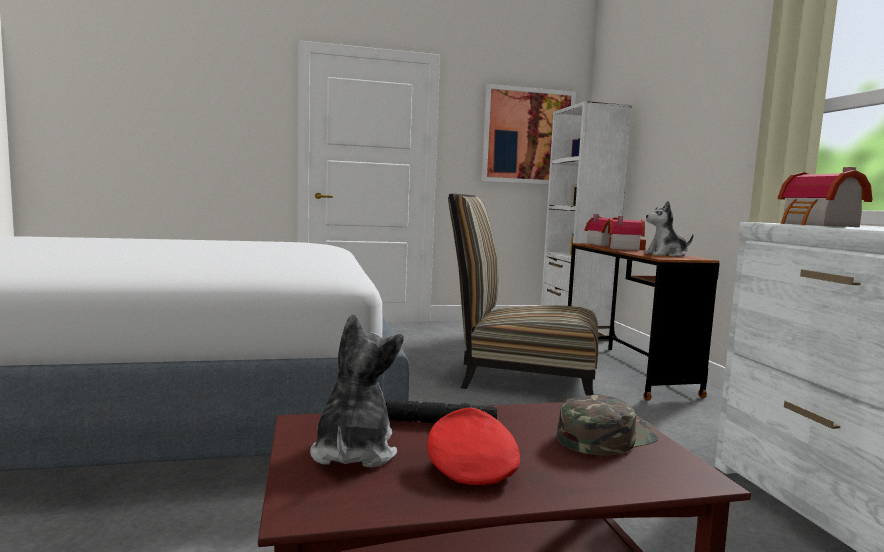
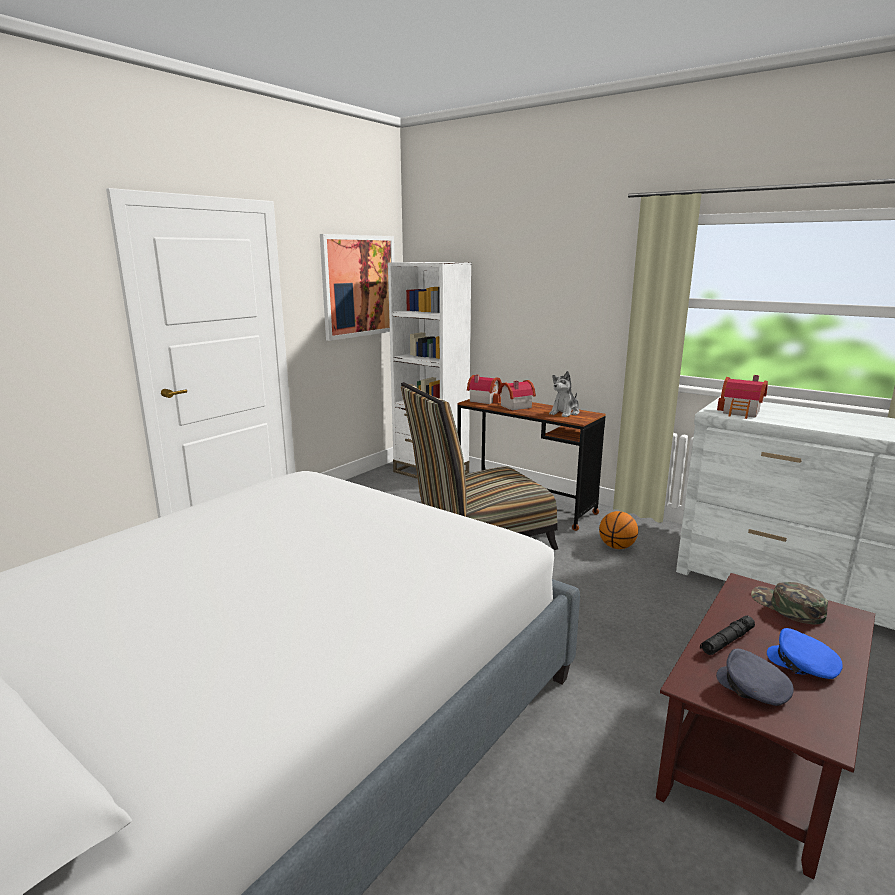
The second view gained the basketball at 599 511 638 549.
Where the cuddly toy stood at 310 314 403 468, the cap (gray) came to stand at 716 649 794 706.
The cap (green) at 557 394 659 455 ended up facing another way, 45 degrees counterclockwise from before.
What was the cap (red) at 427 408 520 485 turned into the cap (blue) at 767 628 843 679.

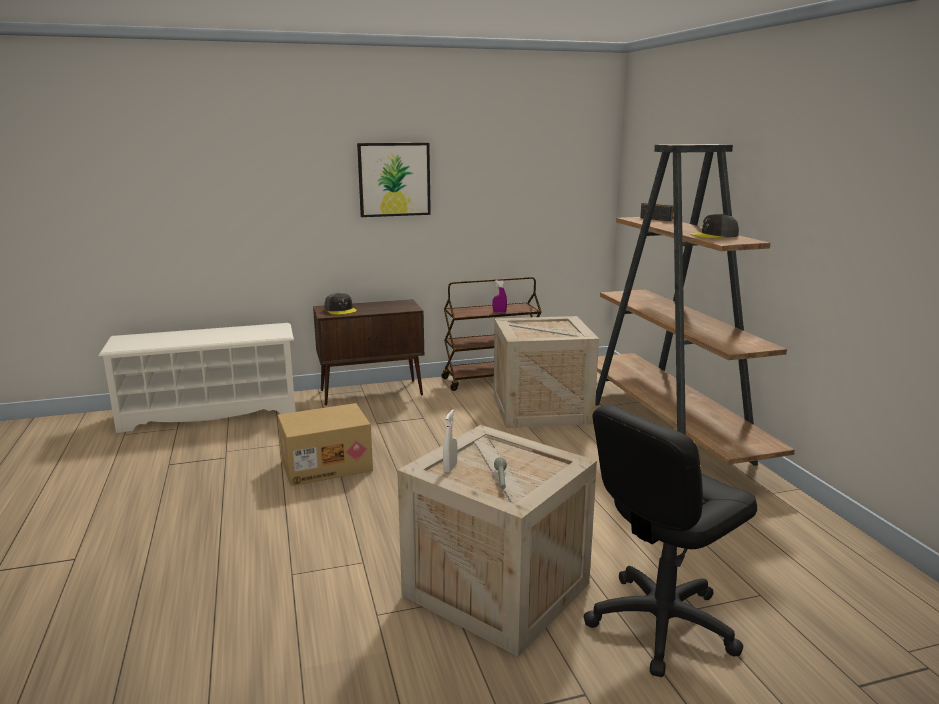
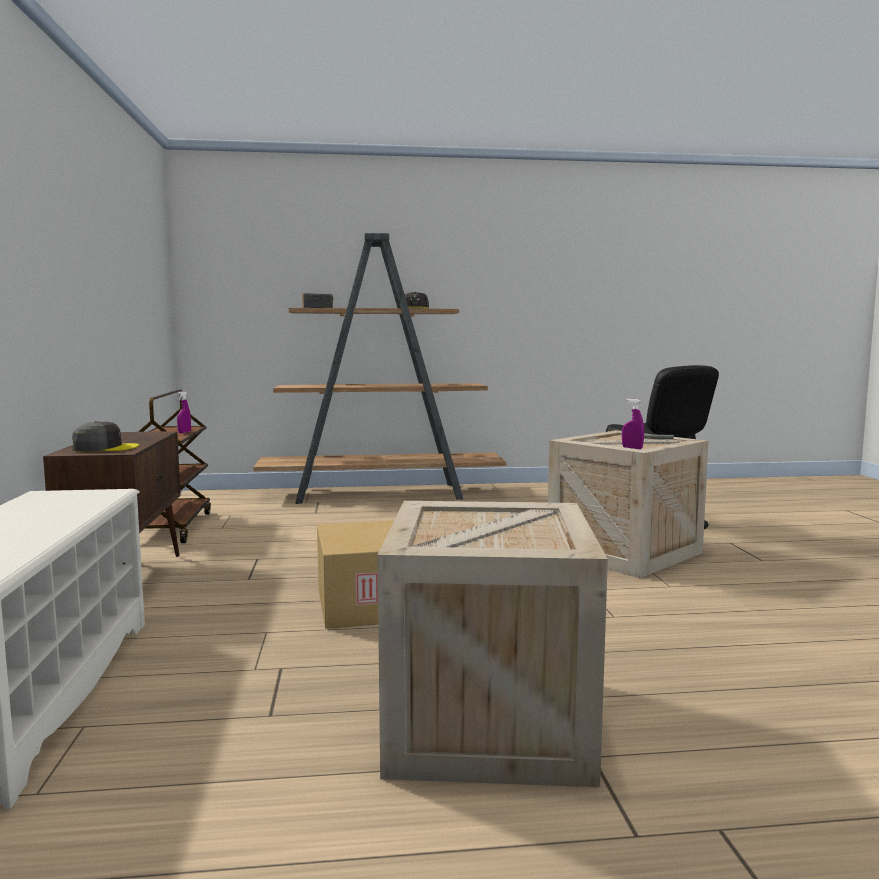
The crate ended up elsewhere, having gone from 494 316 599 428 to 377 501 608 787.
What was the sprayer (white) at 443 409 457 473 turned into the sprayer (purplish) at 622 398 644 449.
The second view lost the wall picture at 357 143 431 217.

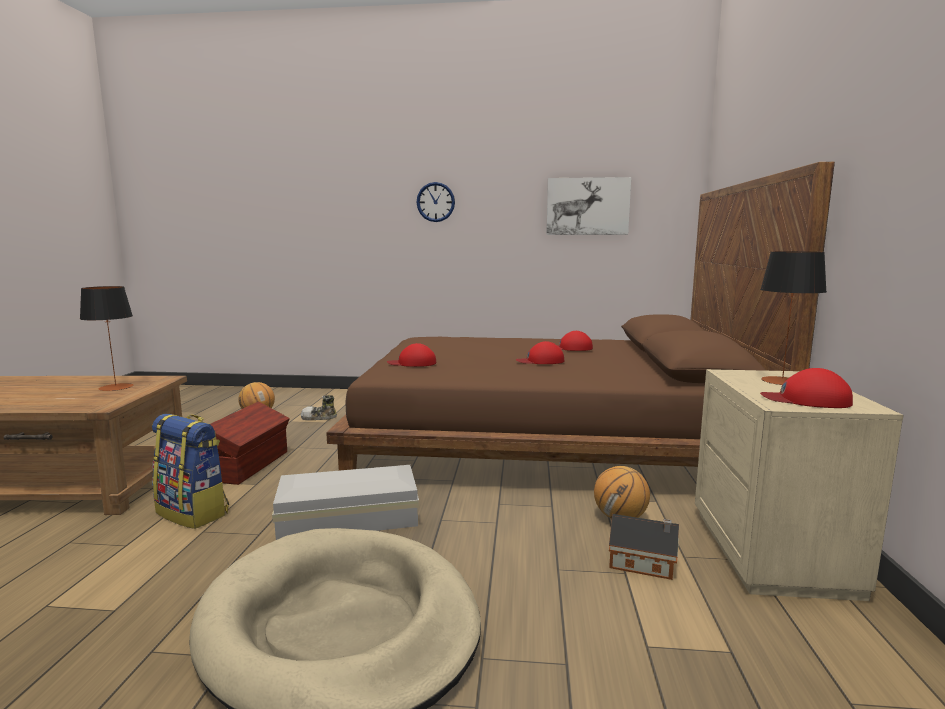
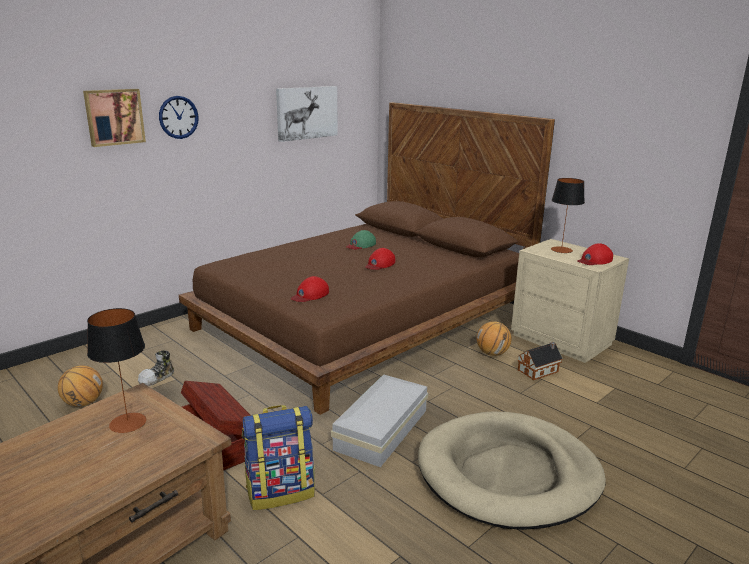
The second view gained the wall picture at 83 89 146 147.
What was the cap (red) at 558 331 593 351 turned into the cap (green) at 346 230 376 249.

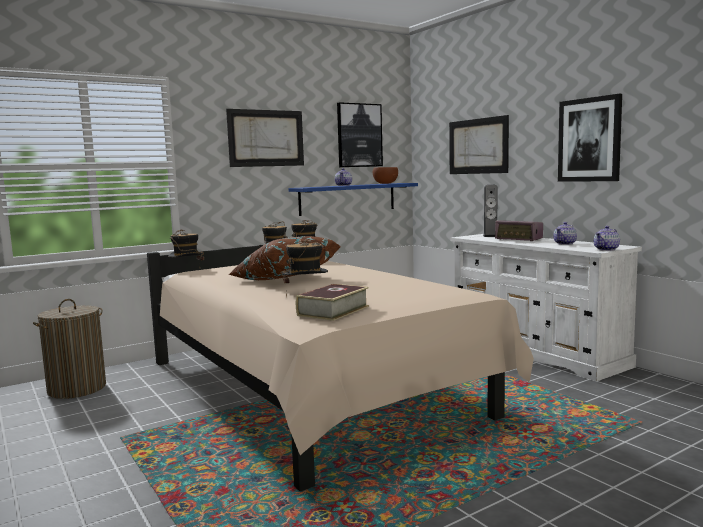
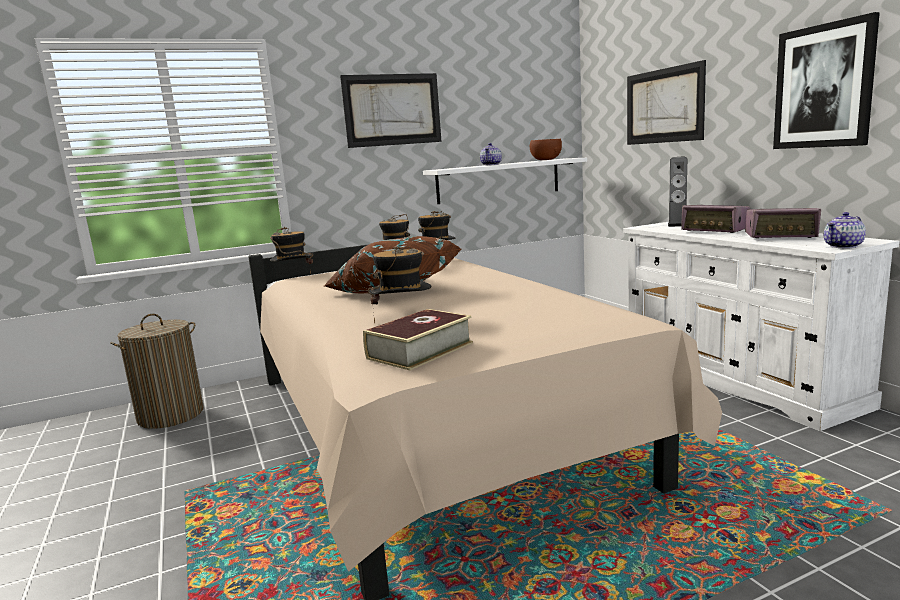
What was the shelf (blue) at 288 183 418 216 turned into the shelf (white) at 423 158 587 204.
Where the tea pot stood at 553 222 577 245, the radio set came to stand at 745 208 821 238.
The second view lost the wall picture at 337 102 383 167.

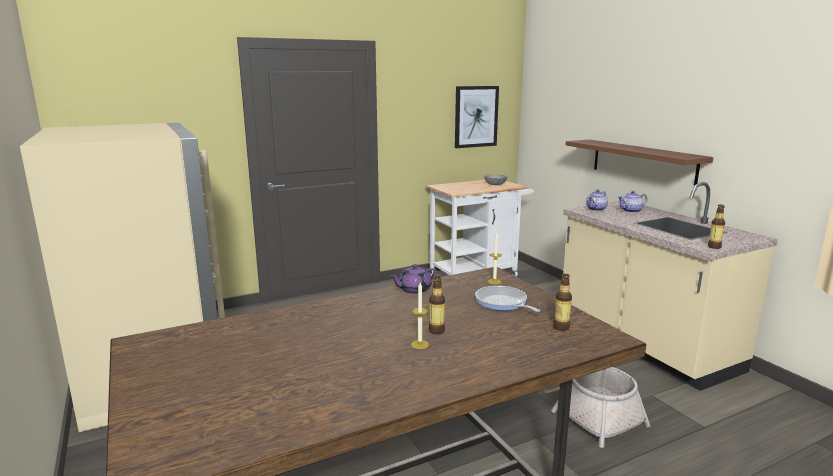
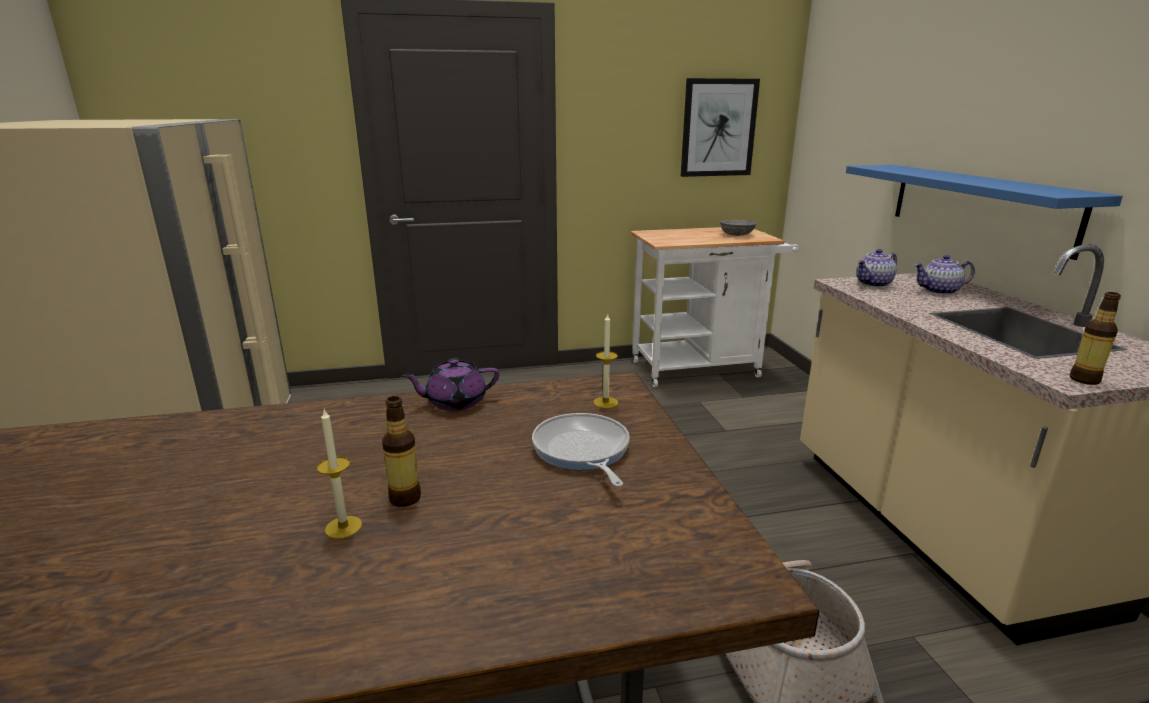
What was the shelf (brown-coloured) at 566 139 713 190 turned into the shelf (blue) at 846 165 1123 260.
The second view lost the drink bottle at 553 274 572 331.

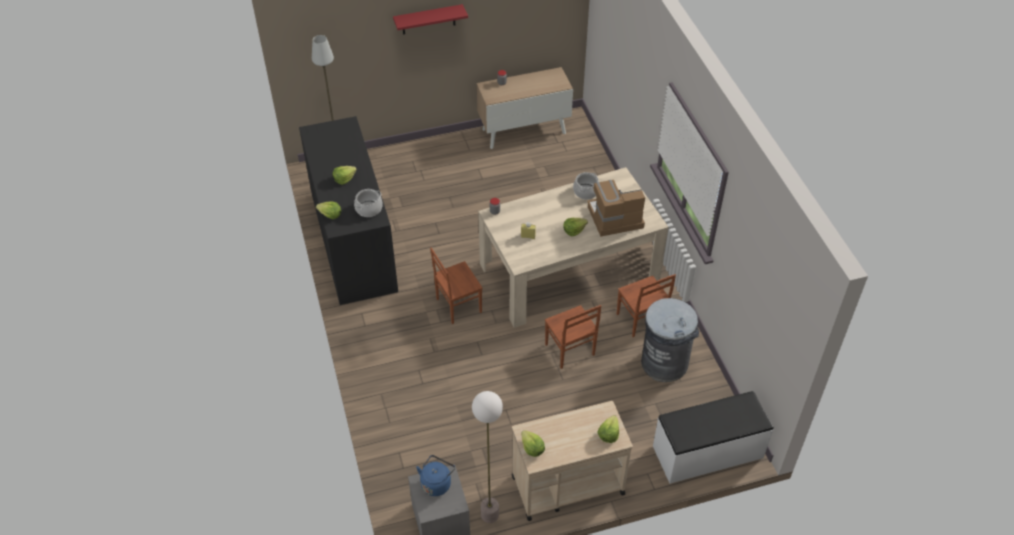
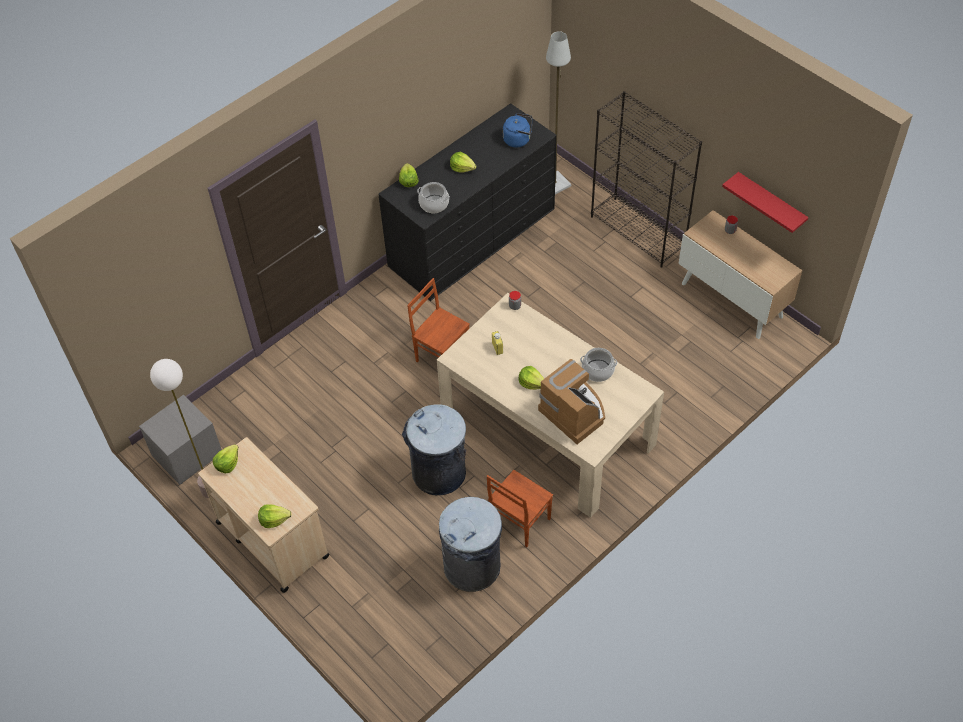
Where the plain chair (brown-coloured) stood at 545 305 601 369, the waste bin (gray) came to stand at 402 404 466 495.
The water kettle (blue) ended up elsewhere, having gone from 416 455 455 496 to 503 113 532 147.
The second view gained the bookcase (blackish) at 591 91 702 268.
The shelf (red) ended up elsewhere, having gone from 393 4 468 35 to 722 172 808 233.
The second view lost the bench (white) at 653 391 773 484.

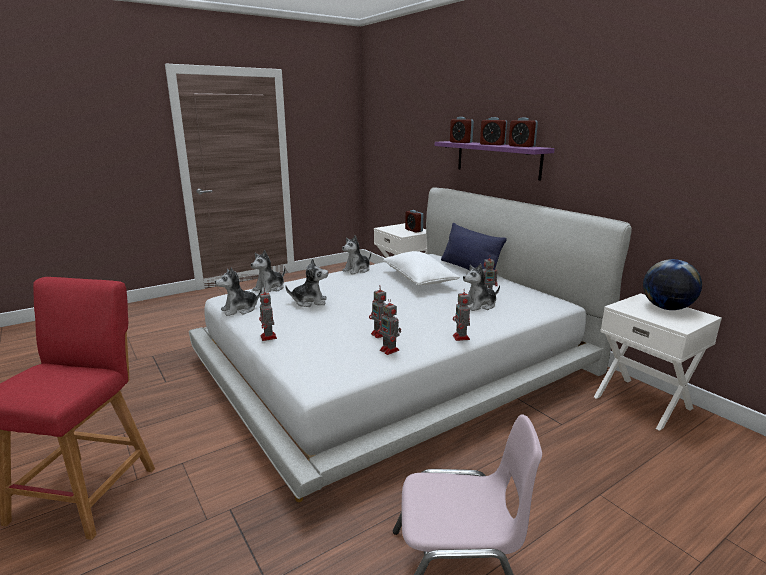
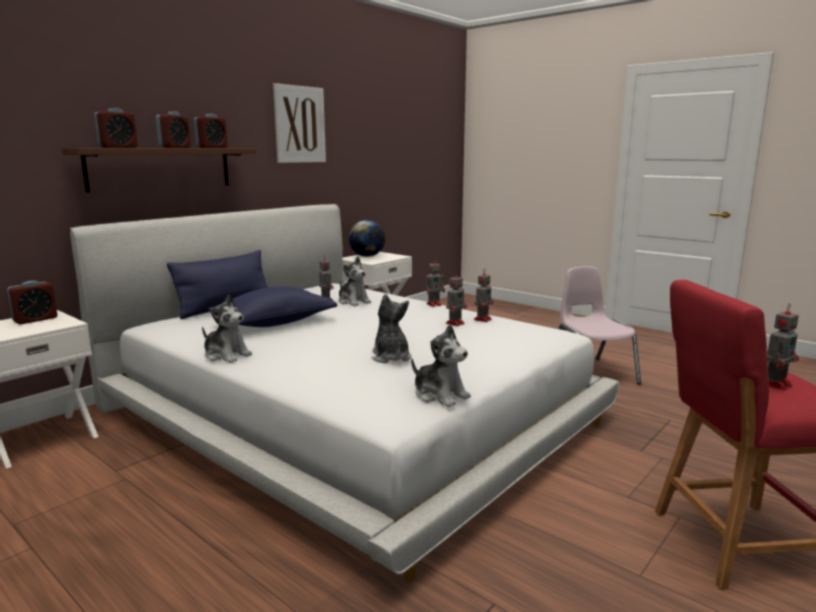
What was the shelf (purplish) at 435 141 555 180 turned into the shelf (brown-coloured) at 62 148 257 193.
What was the cushion (white) at 383 251 460 285 turned into the cushion (blue) at 208 286 337 327.
The second view gained the wall picture at 273 83 326 163.
The toy robot ended up elsewhere, having gone from 259 288 277 341 to 767 303 799 390.
The second view lost the cuddly toy at 251 250 285 293.

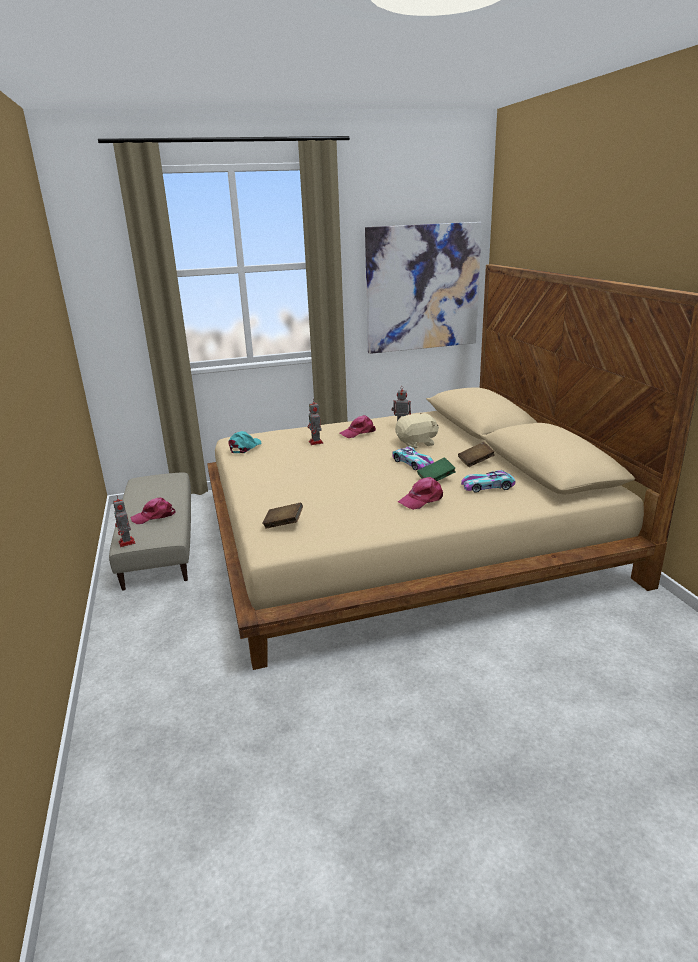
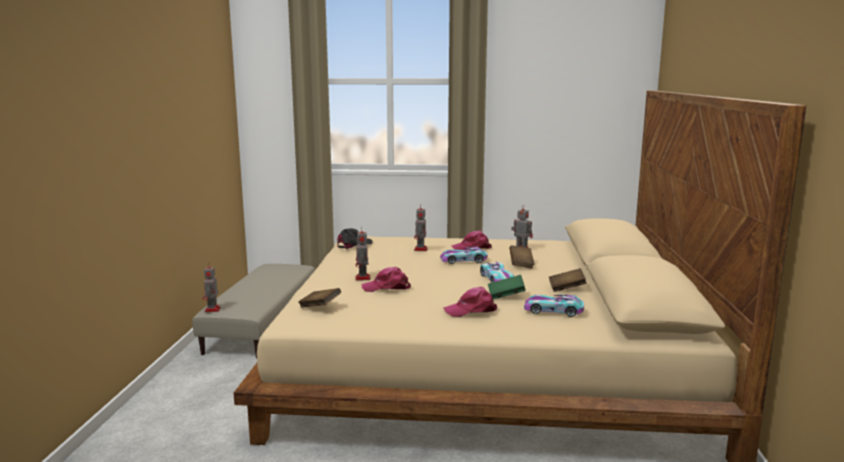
What was the cap (turquoise) at 228 431 262 453 turned into the cap (blackish) at 337 228 373 249.
The second view gained the toy robot at 355 231 370 281.
The cap (pinkish) ended up elsewhere, having gone from 131 498 176 524 to 362 267 411 292.
The second view gained the toy car at 440 247 487 264.
Where the cuddly toy (beige-coloured) stood at 395 413 439 449, the volume (brown-coloured) came to stand at 509 245 535 269.
The second view lost the wall picture at 365 222 482 354.

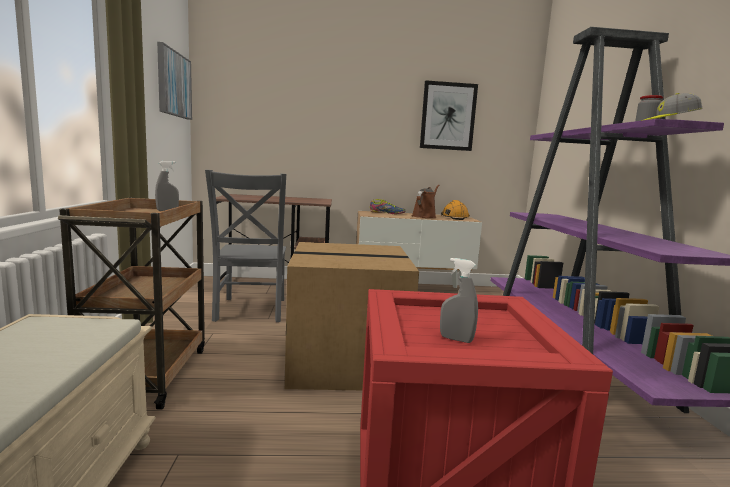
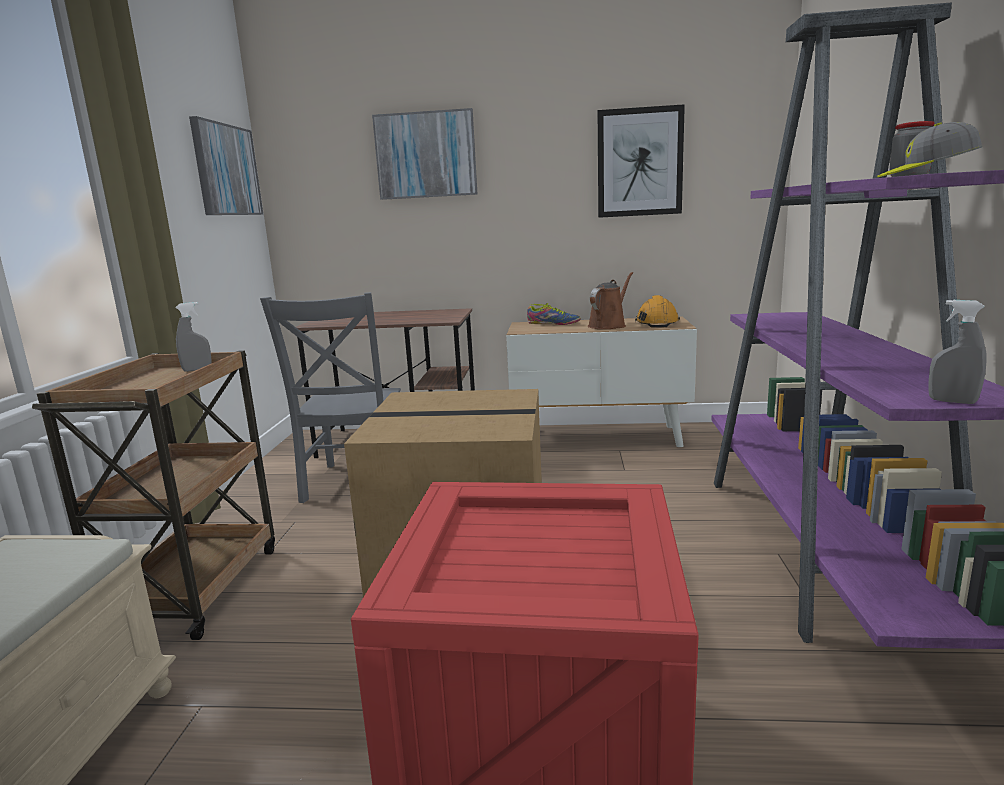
The second view gained the wall picture at 372 108 477 200.
The sprayer (gray) ended up elsewhere, having gone from 440 258 478 343 to 928 300 987 404.

